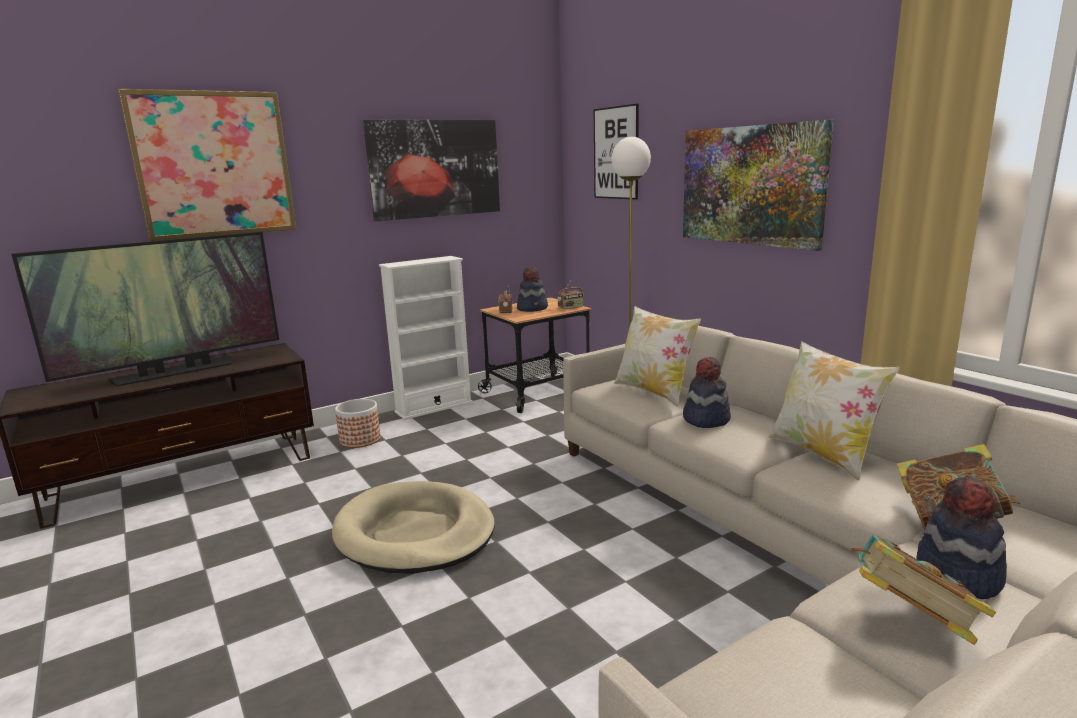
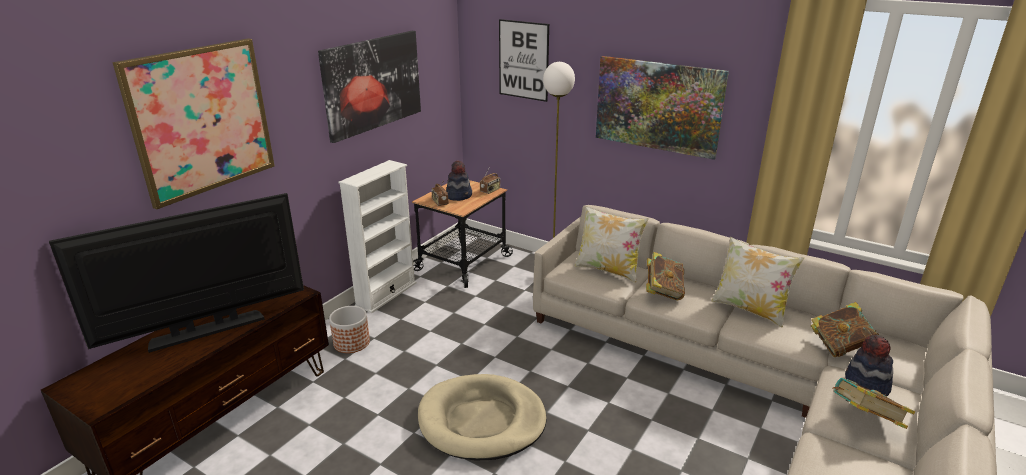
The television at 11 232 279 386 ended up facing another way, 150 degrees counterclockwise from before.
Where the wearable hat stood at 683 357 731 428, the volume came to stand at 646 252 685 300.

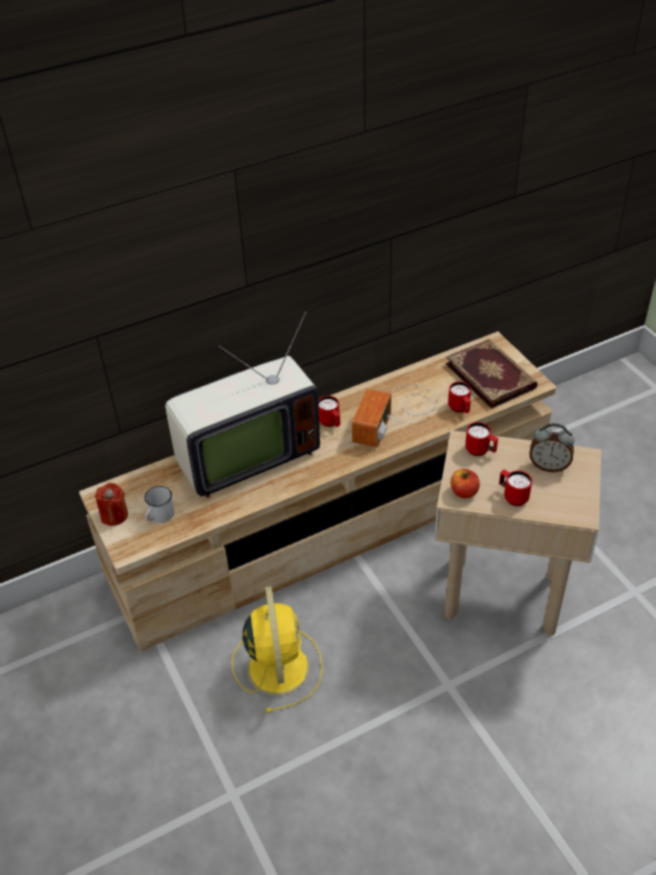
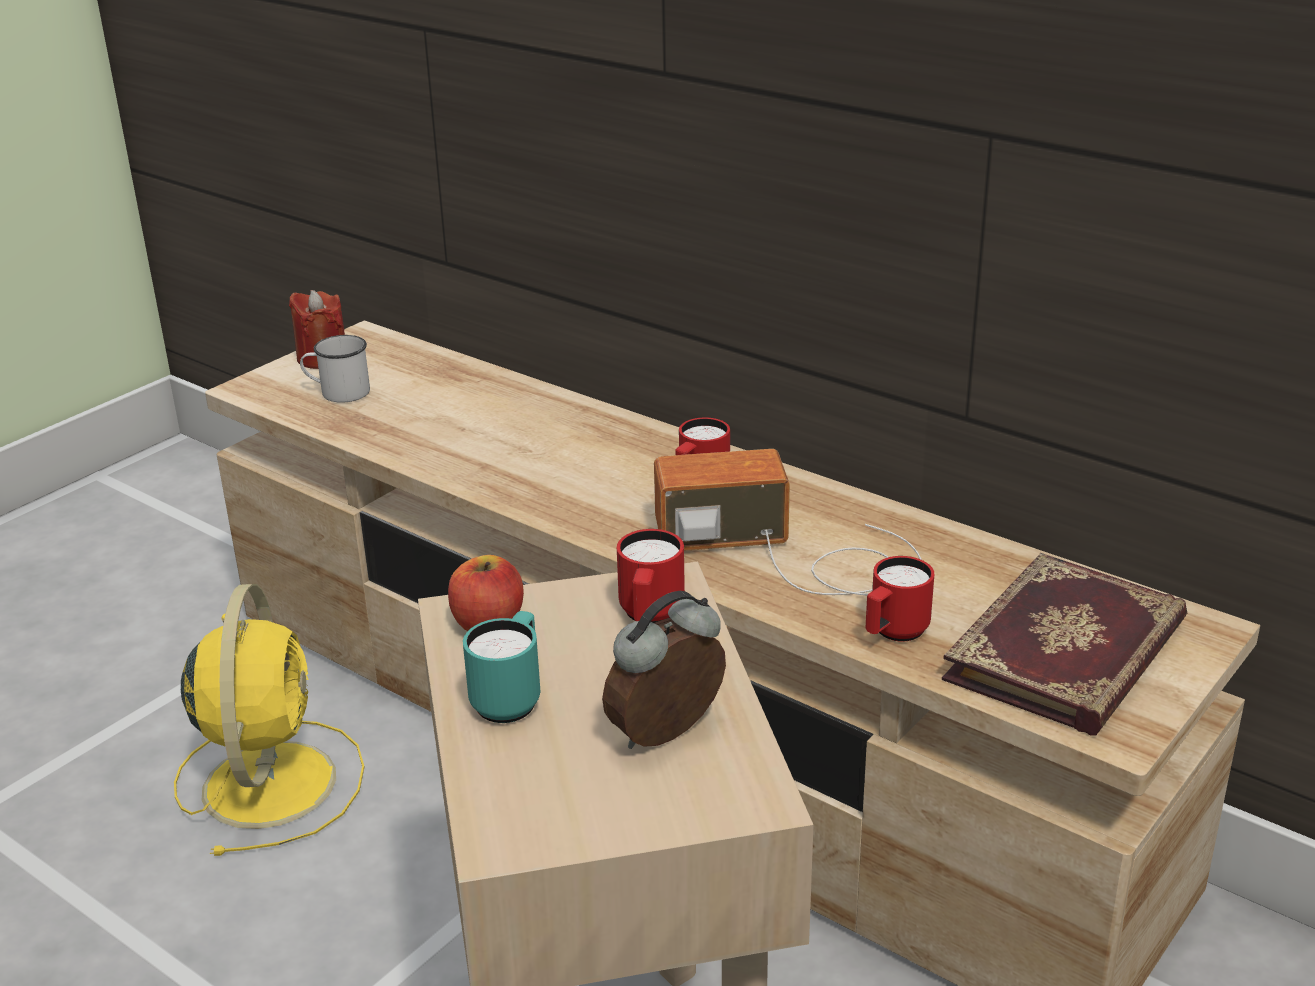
The cooling fan (yellowish) at 231 586 323 713 ended up facing another way, 60 degrees counterclockwise from before.
What was the coffee mug (red) at 499 470 532 506 turned into the coffee mug (turquoise) at 463 611 540 723.
The alarm clock at 529 423 574 472 ended up facing another way, 60 degrees clockwise from before.
The second view lost the television at 165 312 320 498.

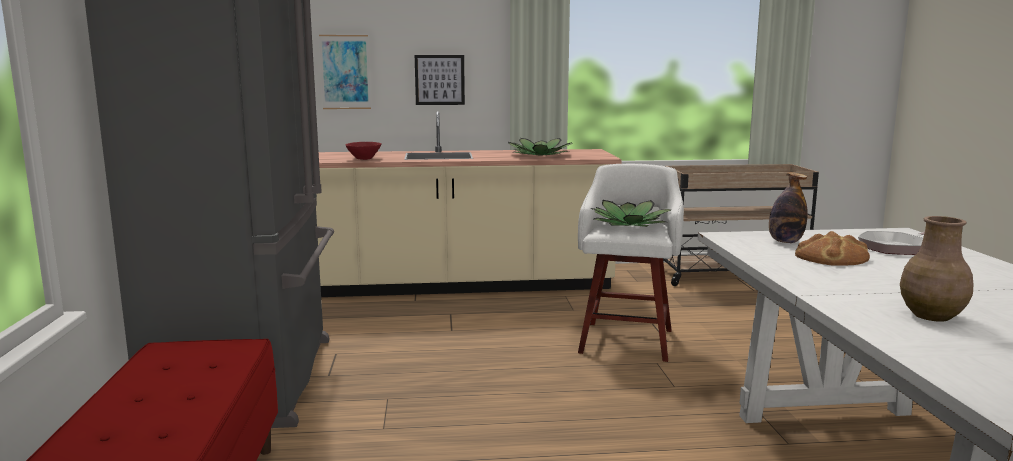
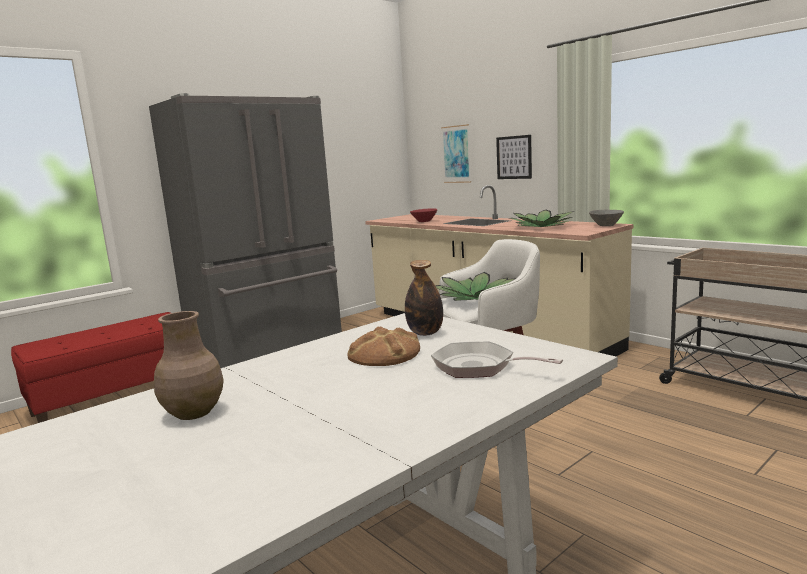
The second view gained the serving bowl (gray) at 589 210 624 226.

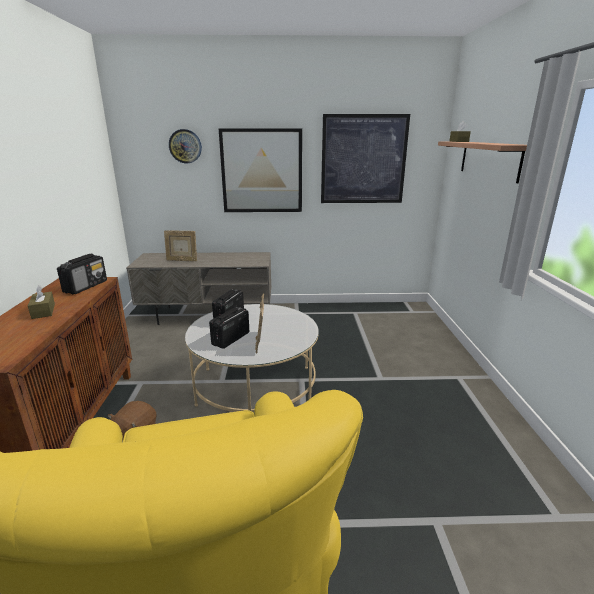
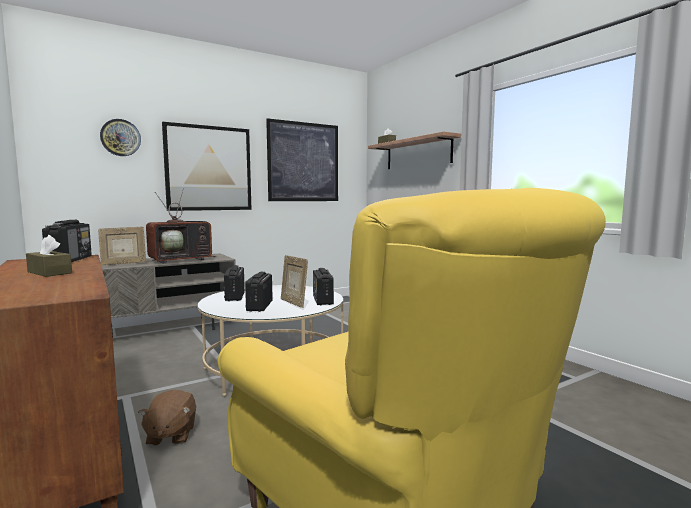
The second view gained the television at 146 188 216 264.
The second view gained the radio set at 313 268 334 305.

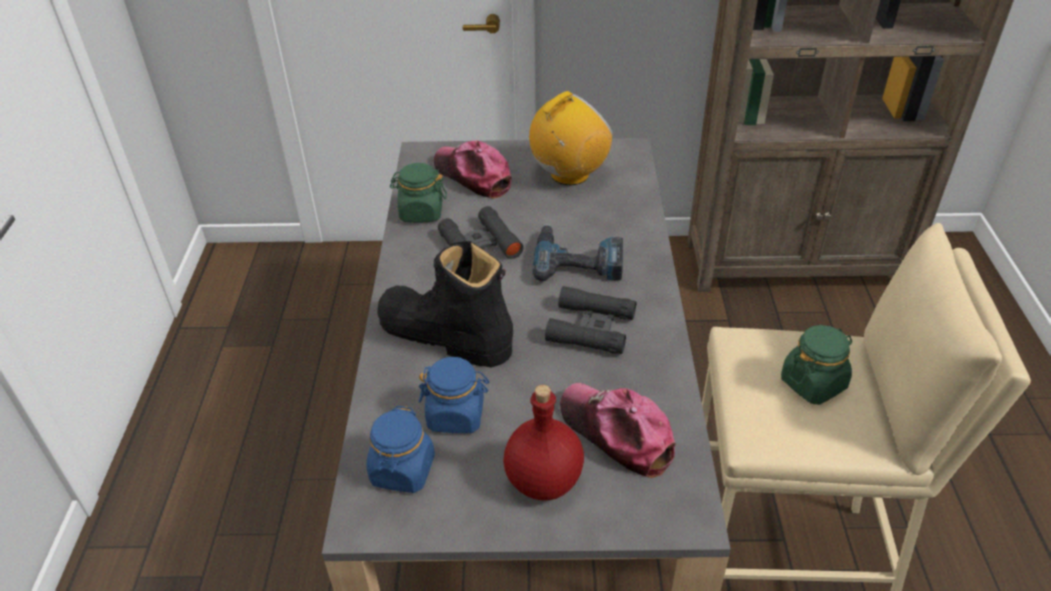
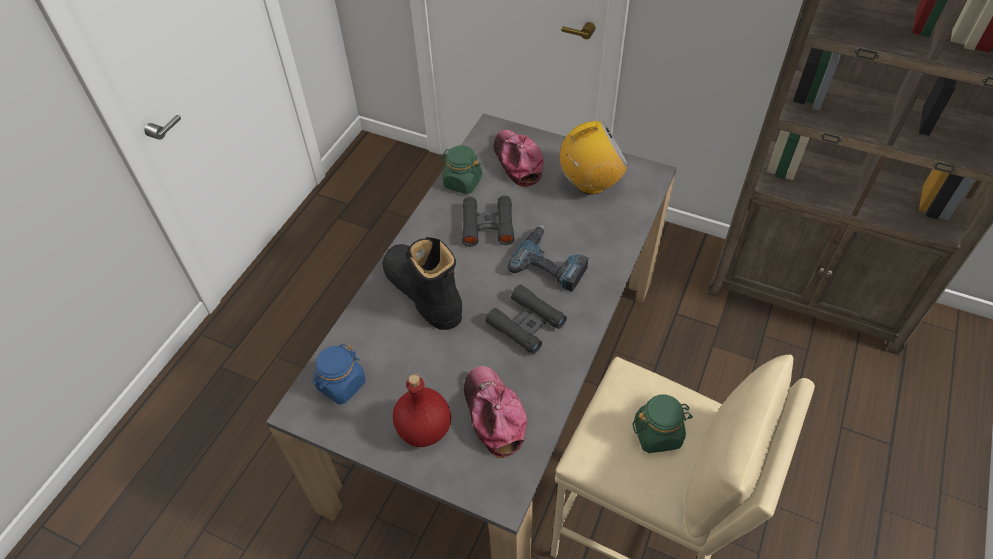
The second view lost the preserve jar (blue) at 419 357 489 433.

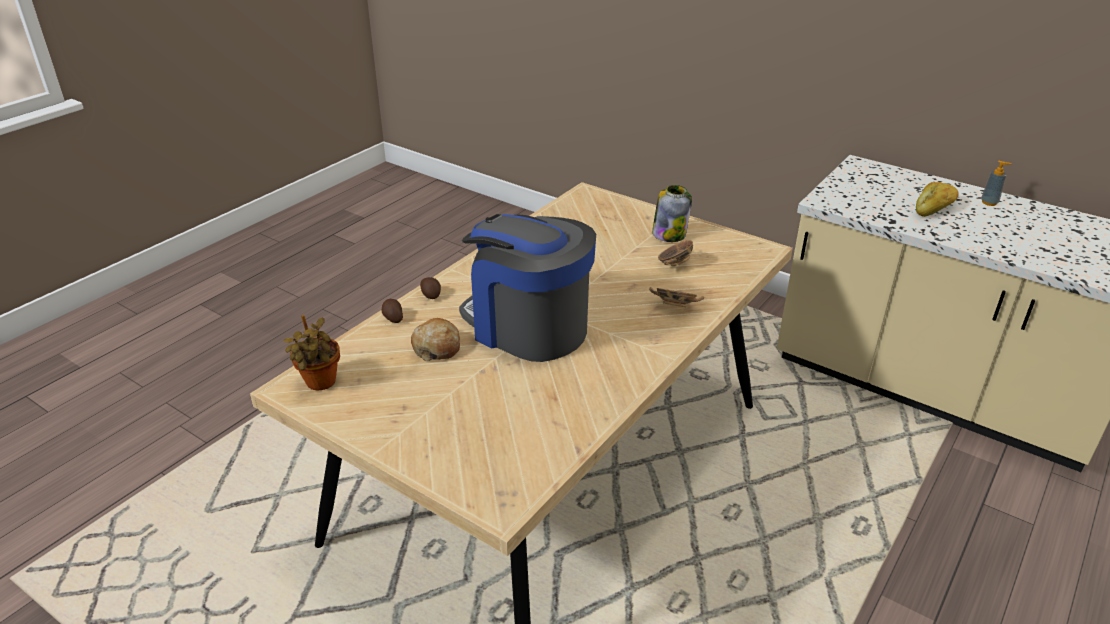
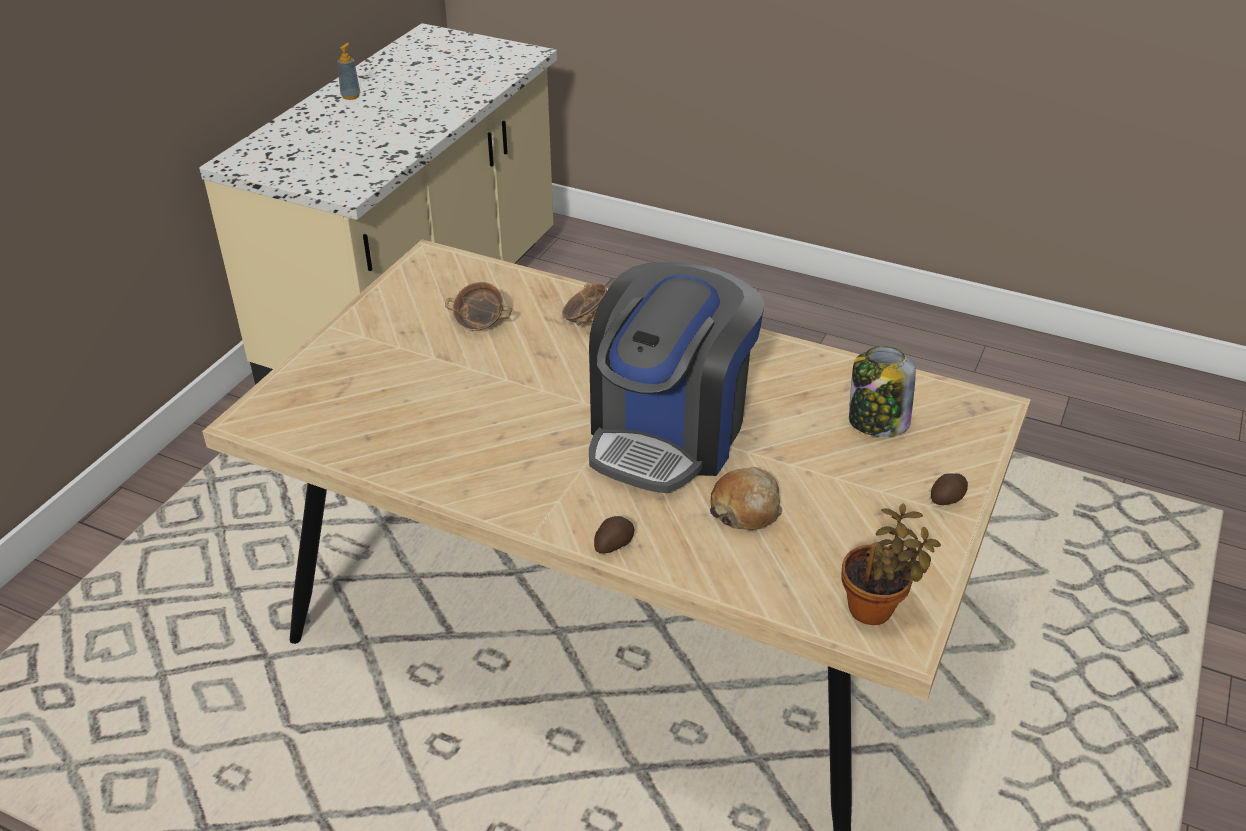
The preserve jar ended up elsewhere, having gone from 652 185 692 242 to 849 346 916 437.
The spud ended up elsewhere, having gone from 382 299 403 323 to 931 473 968 505.
The second view lost the bakery bread at 916 182 959 217.

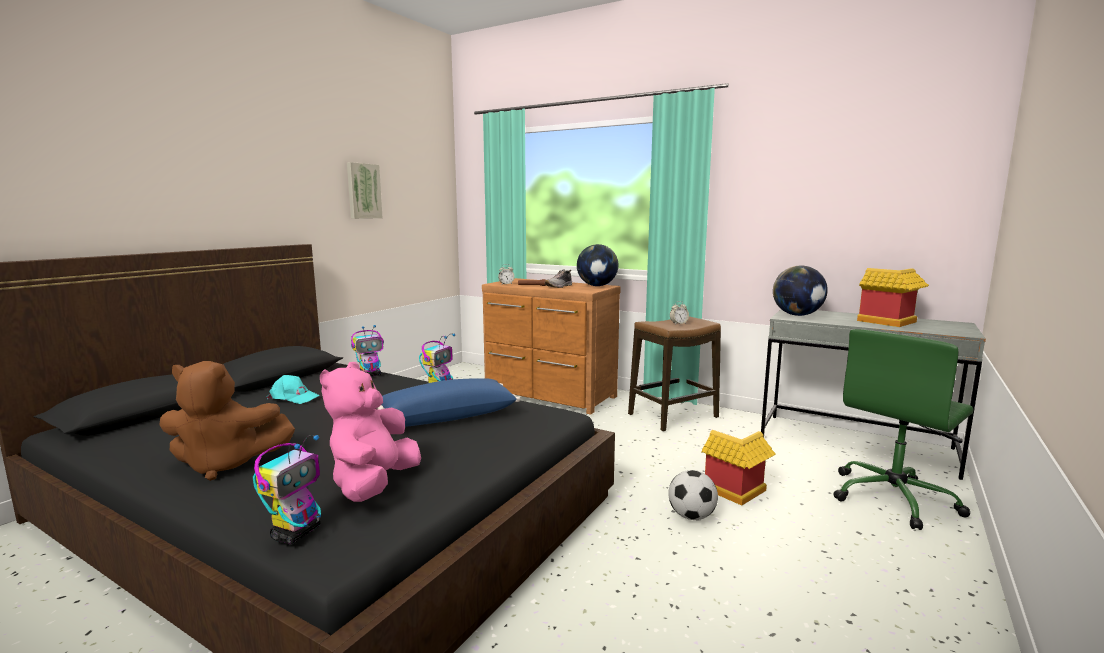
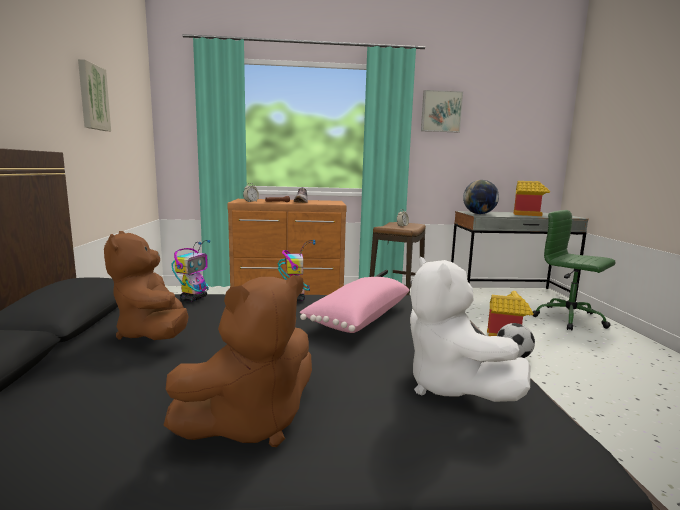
Where the cap (turquoise) stood at 266 375 320 404, the cuddly toy (brown-coloured) came to stand at 104 231 188 340.
What was the cushion (blue) at 376 378 520 427 turned into the cushion (pinkish) at 299 277 410 333.
What was the cuddly toy (pinkish) at 320 362 421 502 turned into the cuddly toy (white) at 410 257 530 402.
The second view gained the wall picture at 421 90 463 132.
The office chair (green) at 833 329 974 530 ended up facing another way, 120 degrees clockwise from before.
The second view lost the toy robot at 253 435 321 544.
The second view lost the world globe at 577 244 618 286.

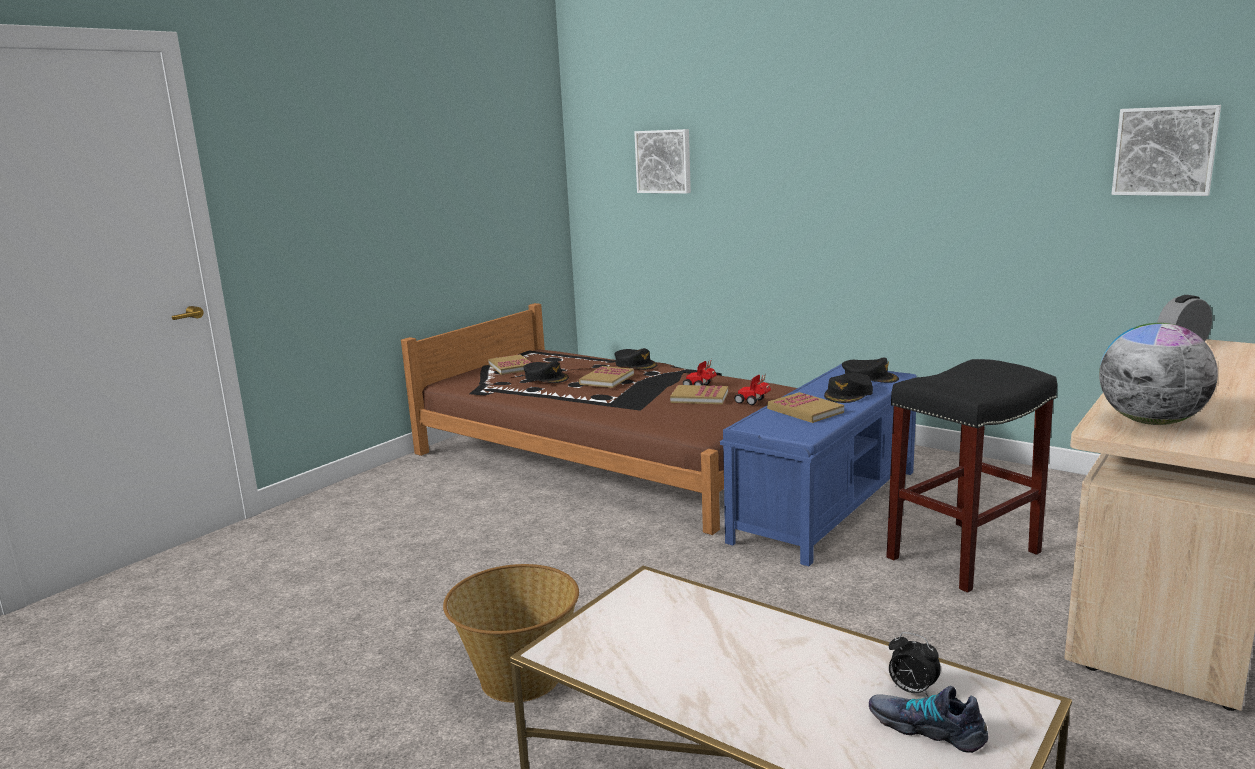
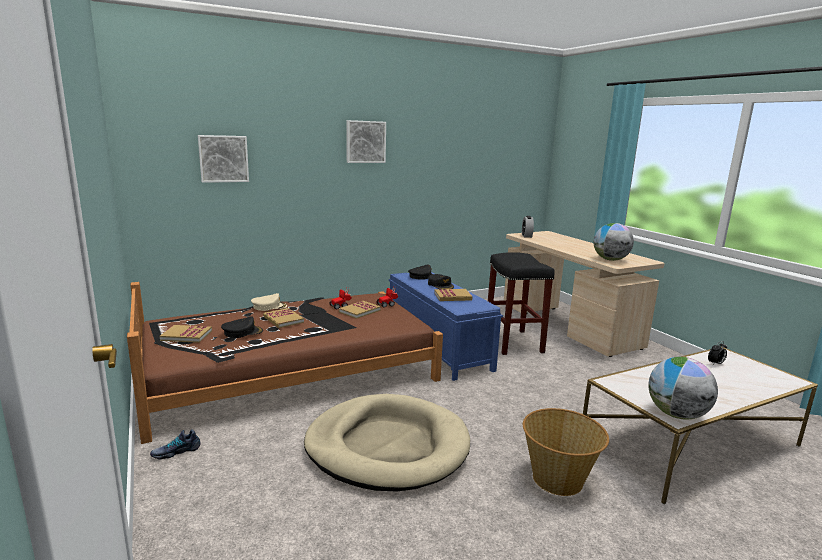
The shoe ended up elsewhere, having gone from 869 686 988 753 to 150 430 201 459.
What was the cap (blackish) at 615 348 657 370 turned into the cap (beige-coloured) at 251 293 287 311.
The second view gained the pet bed (beige-coloured) at 304 394 470 492.
The wall picture ended up elsewhere, having gone from 1111 105 1221 196 to 347 120 386 163.
The second view gained the world globe at 648 357 718 419.

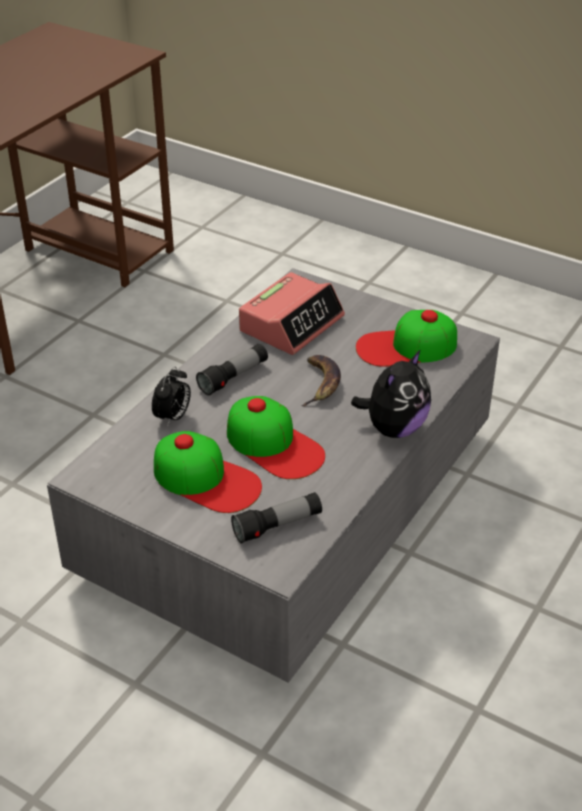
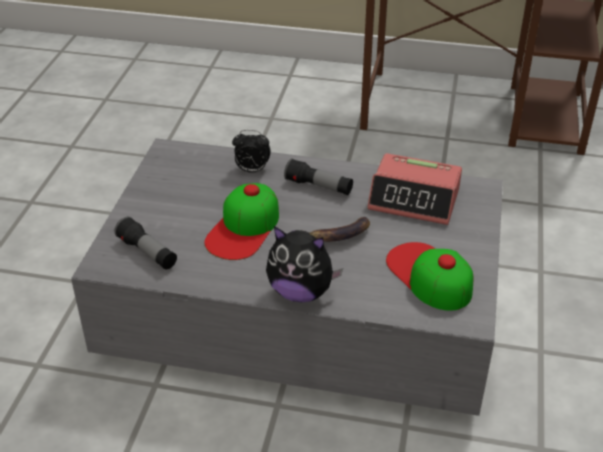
The second view lost the cap at 154 431 262 513.

